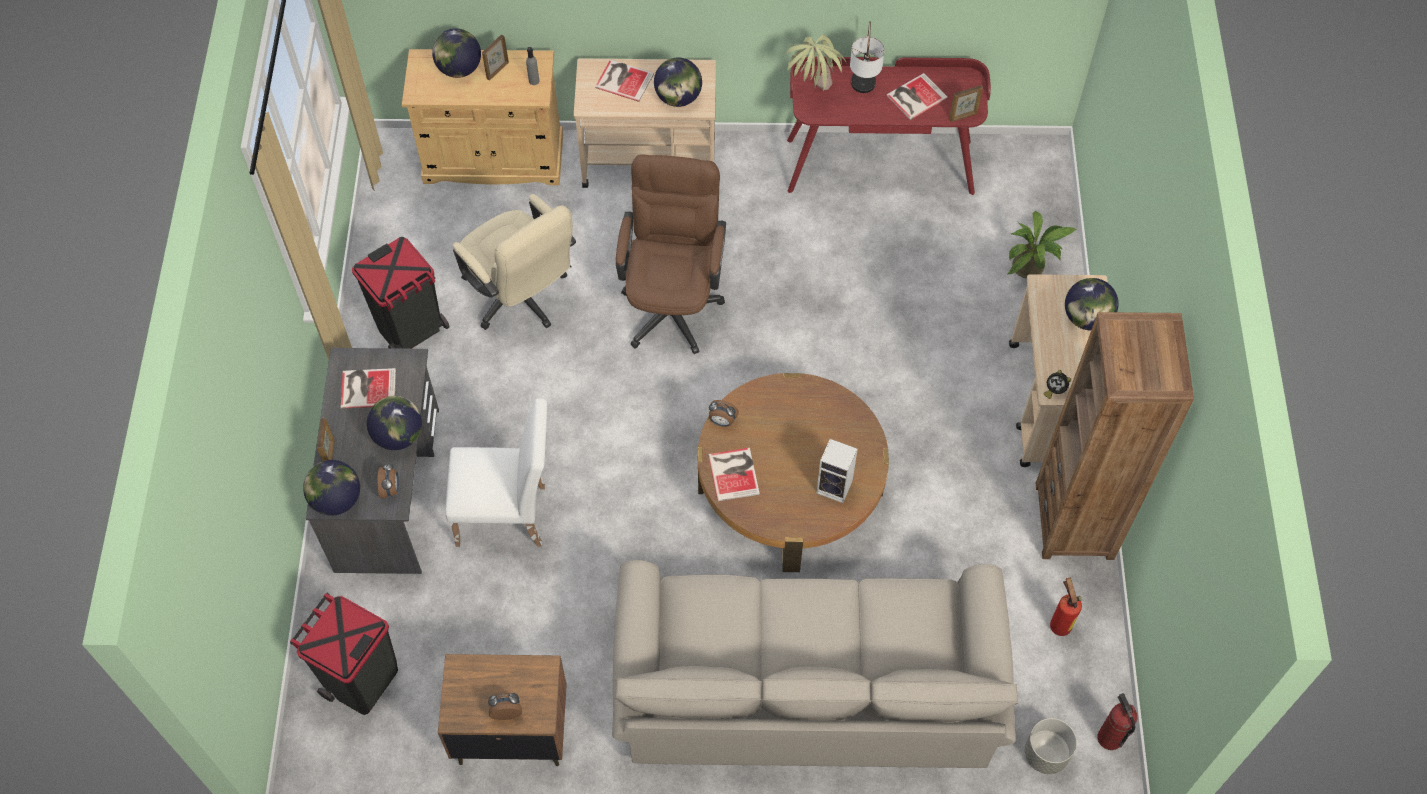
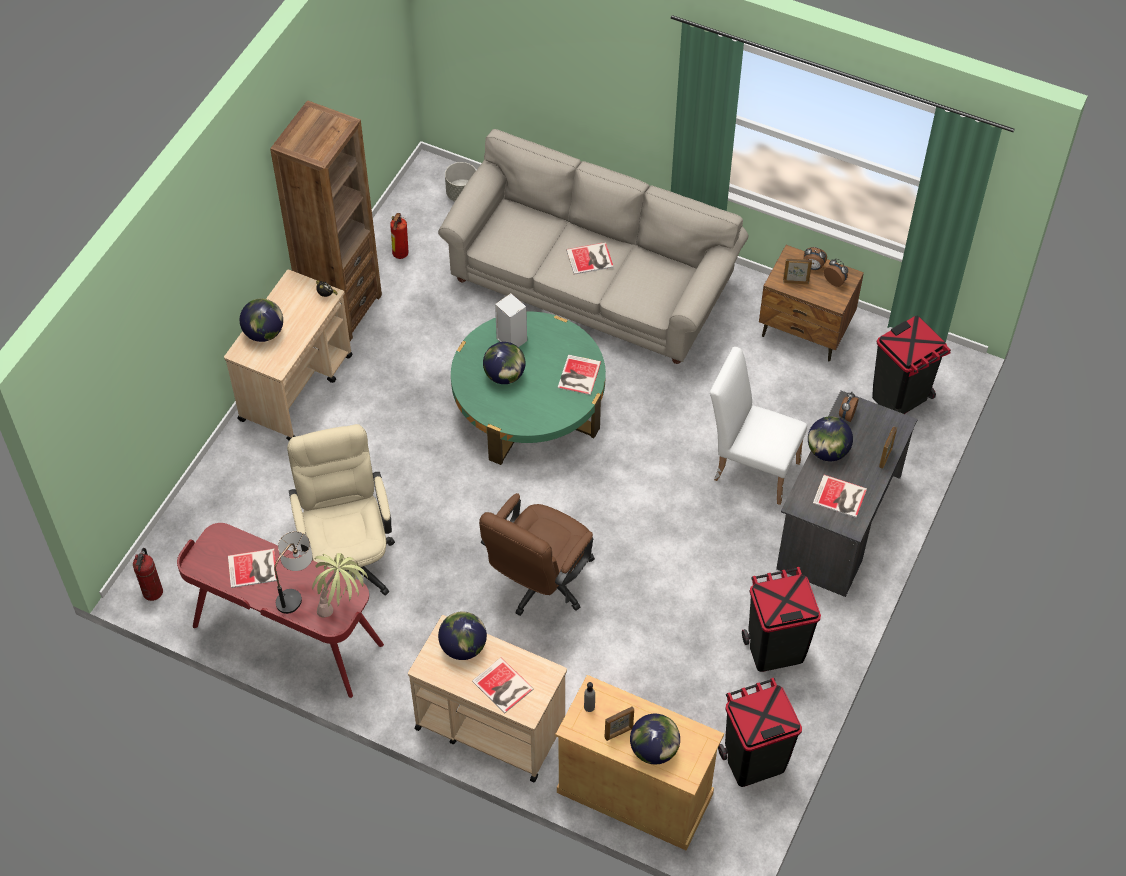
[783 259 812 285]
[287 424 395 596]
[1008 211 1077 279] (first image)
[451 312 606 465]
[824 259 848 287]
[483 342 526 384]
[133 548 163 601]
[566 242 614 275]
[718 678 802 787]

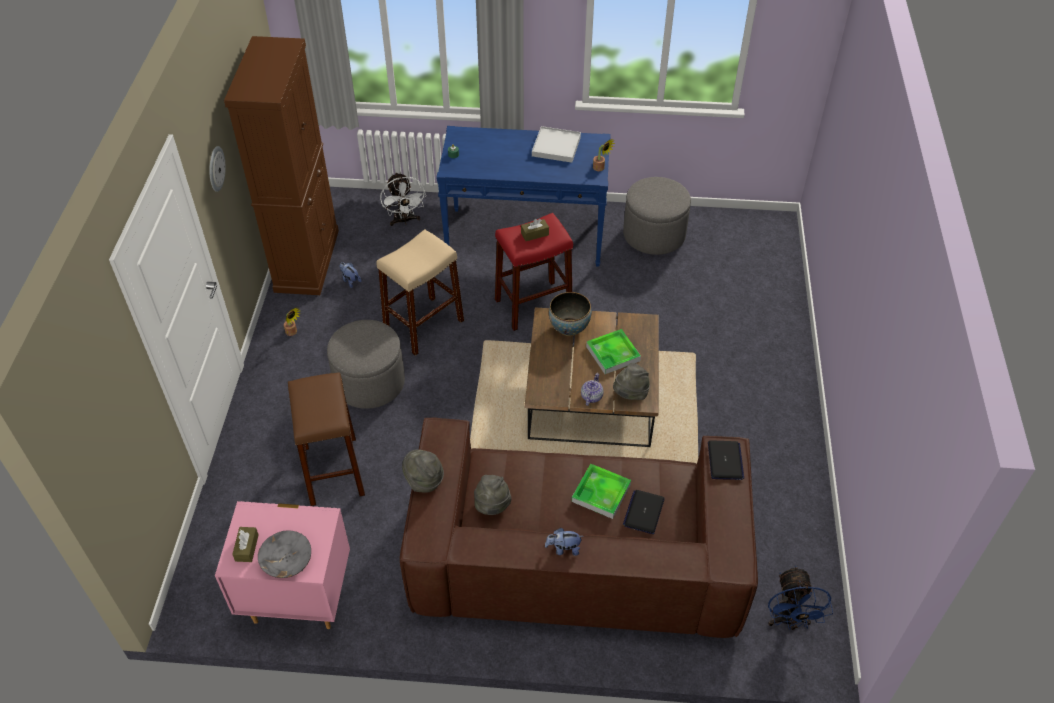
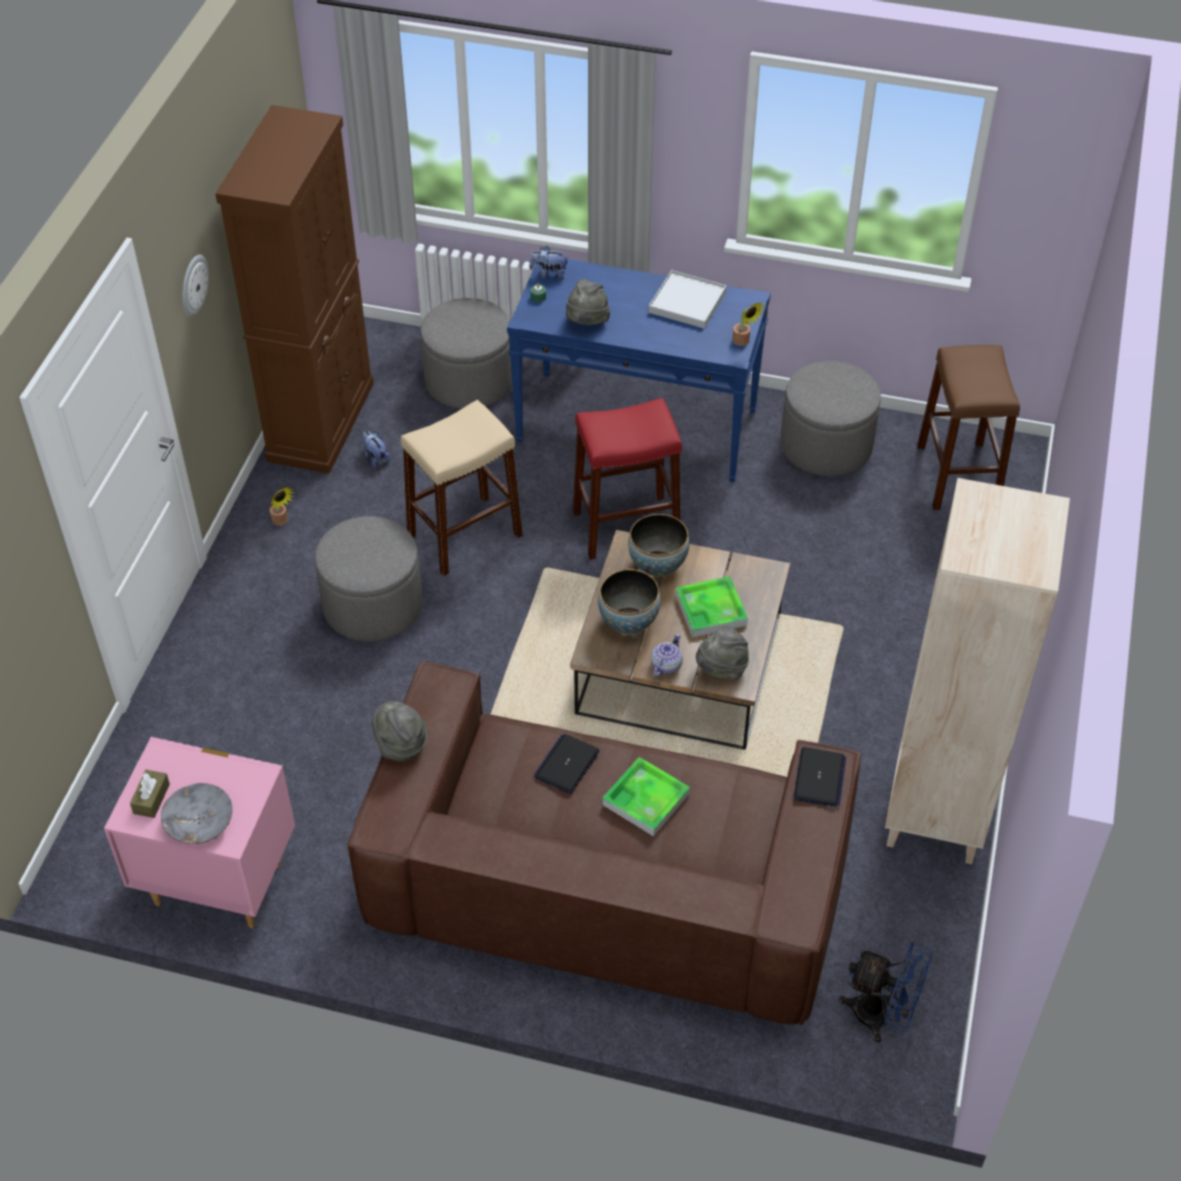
[420 298 513 409]
[521 219 549 241] (first image)
[917 345 1020 510]
[566 279 610 325]
[533 734 600 794]
[529 246 569 280]
[839 942 932 1043]
[885 478 1070 864]
[598 569 661 635]

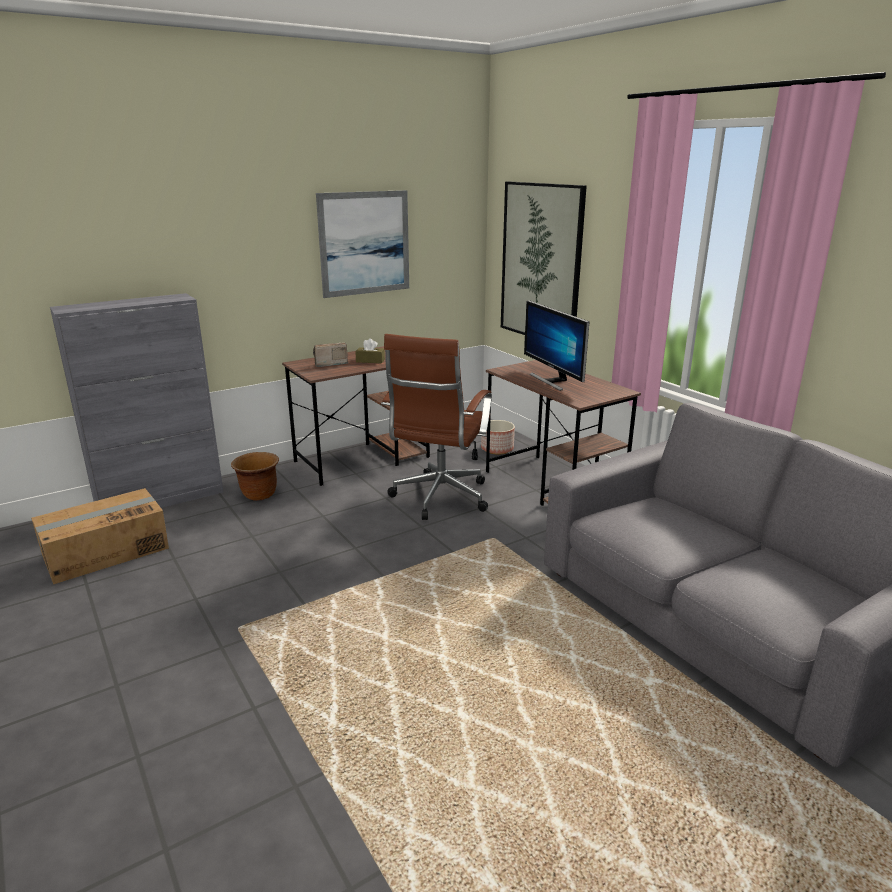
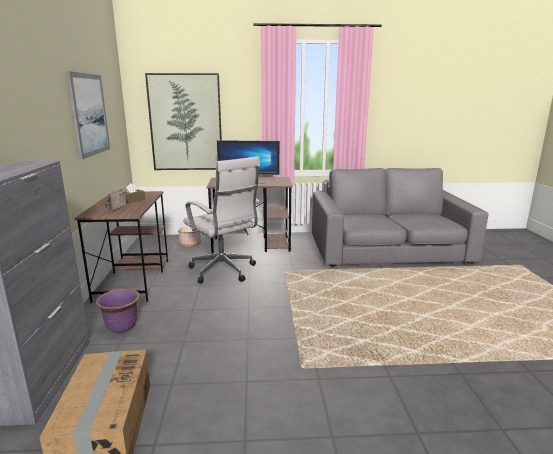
[183 156 260 283]
[96 289 140 333]

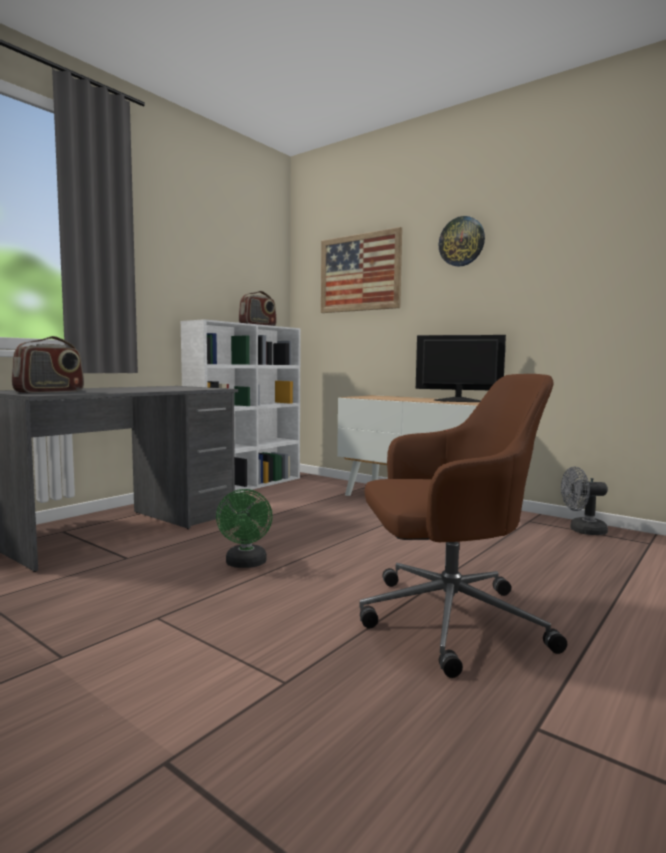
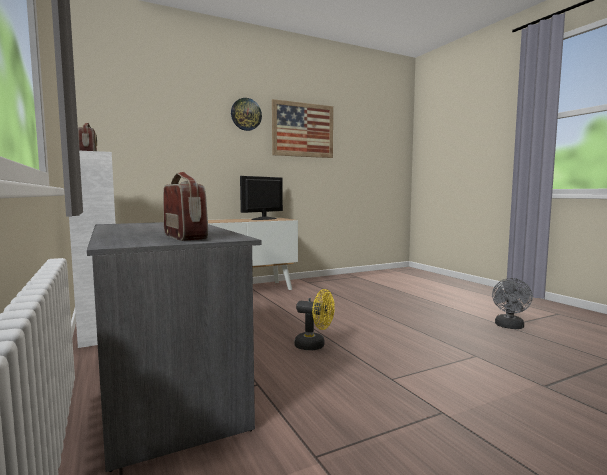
[272 99 333 158]
[359 374 567 678] (first image)
[492 278 533 329]
[294 289 335 350]

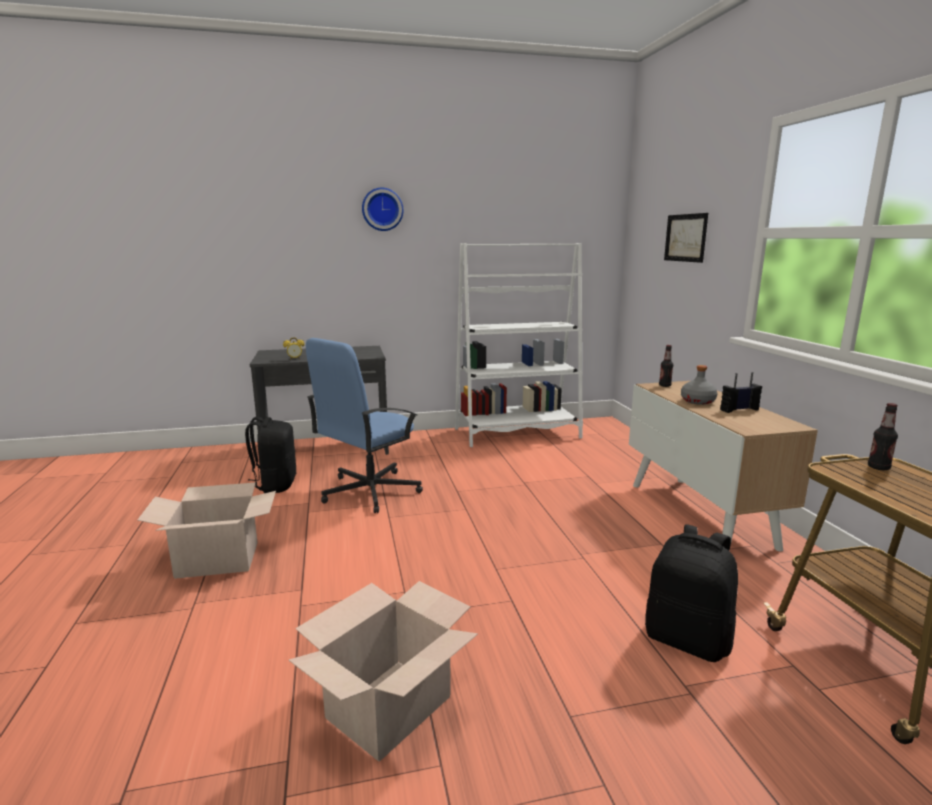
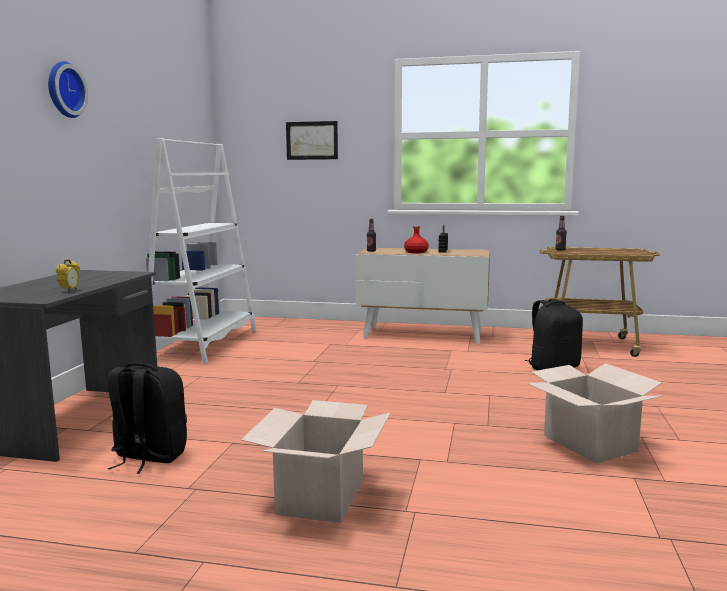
[306 338 423 513] (first image)
[404 226 429 253]

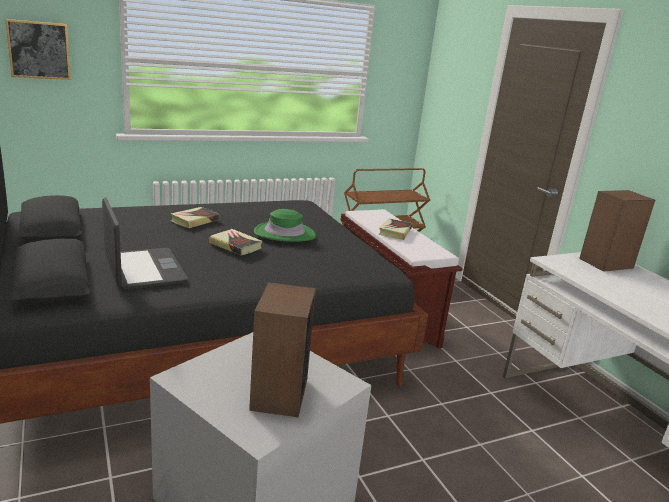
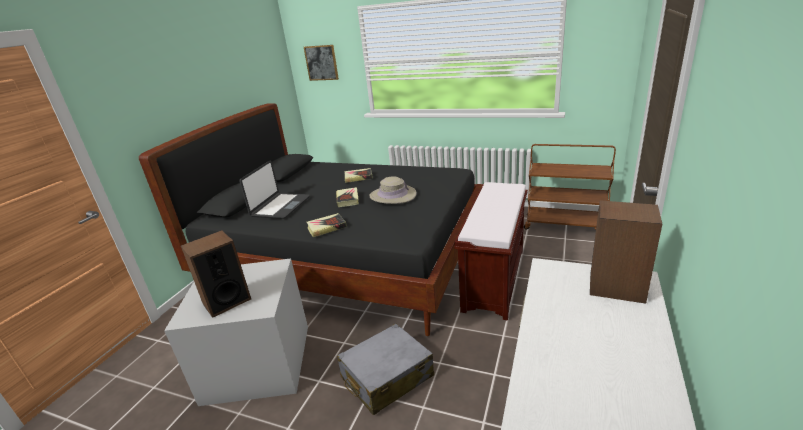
[369 177 417 204]
[306 213 347 237]
[337 323 434 415]

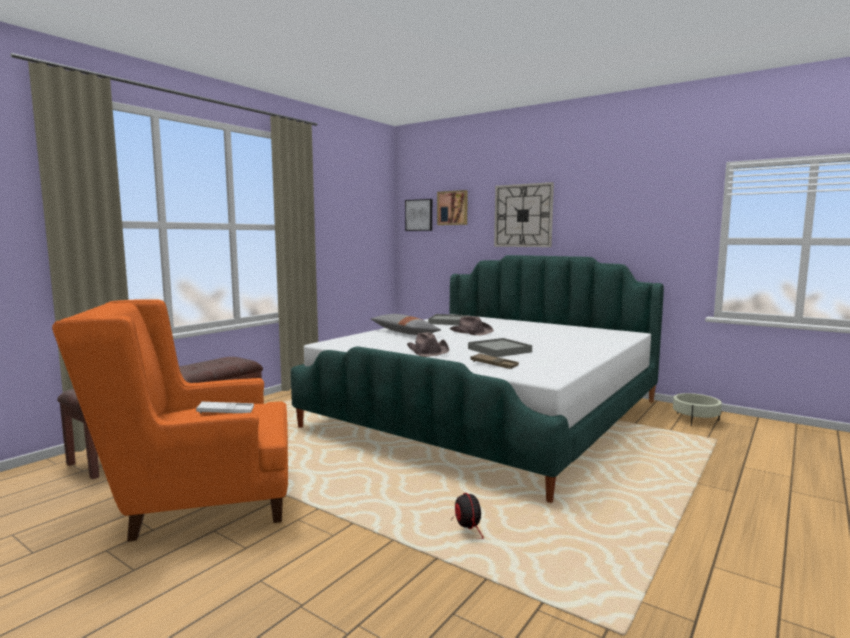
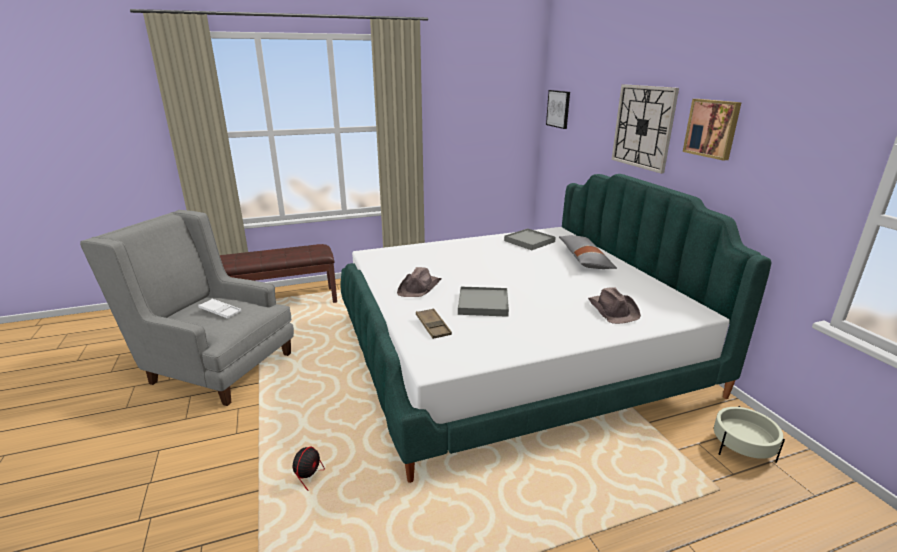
[683 99 742 161]
[80 210 294 406]
[559 235 617 269]
[588 288 641 324]

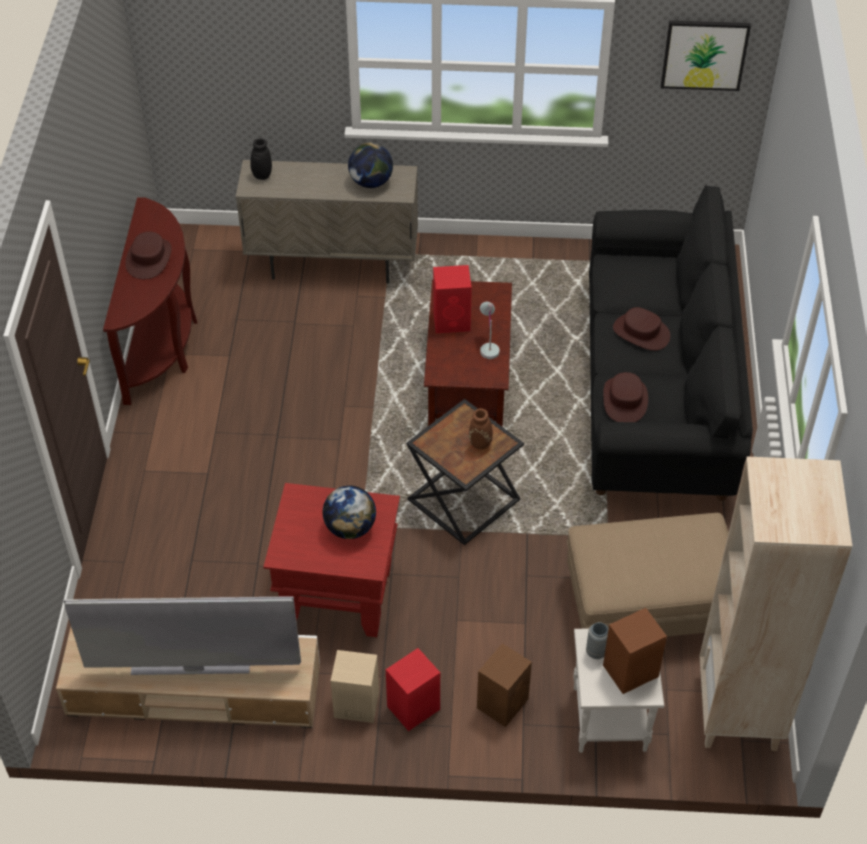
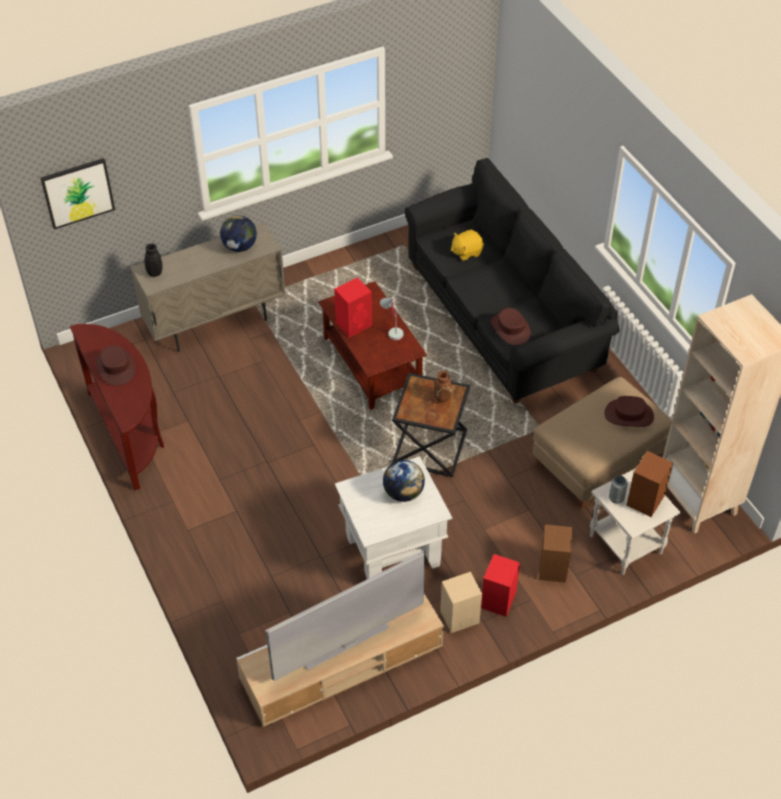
[40 158 115 229]
[604 396 654 427]
[335 456 452 579]
[451 230 484 261]

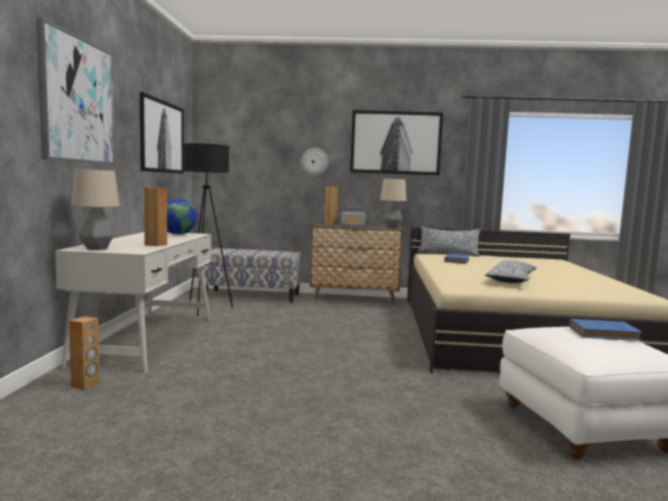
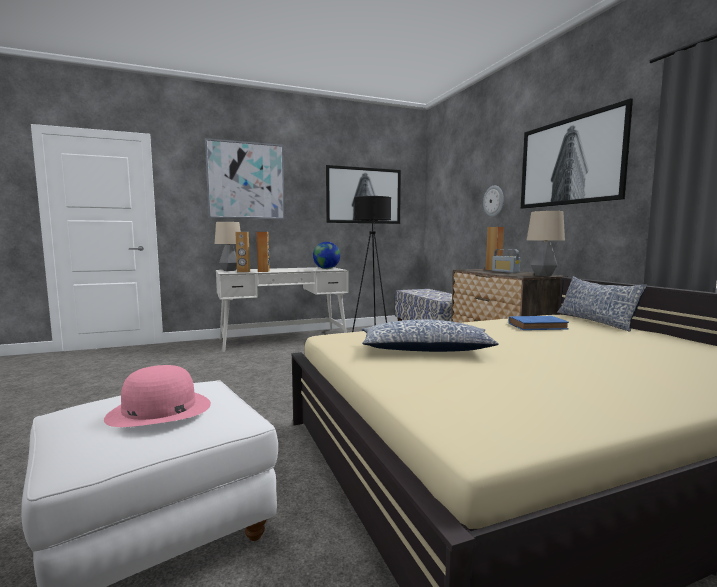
[235 232 250 272]
[104 365 211 427]

